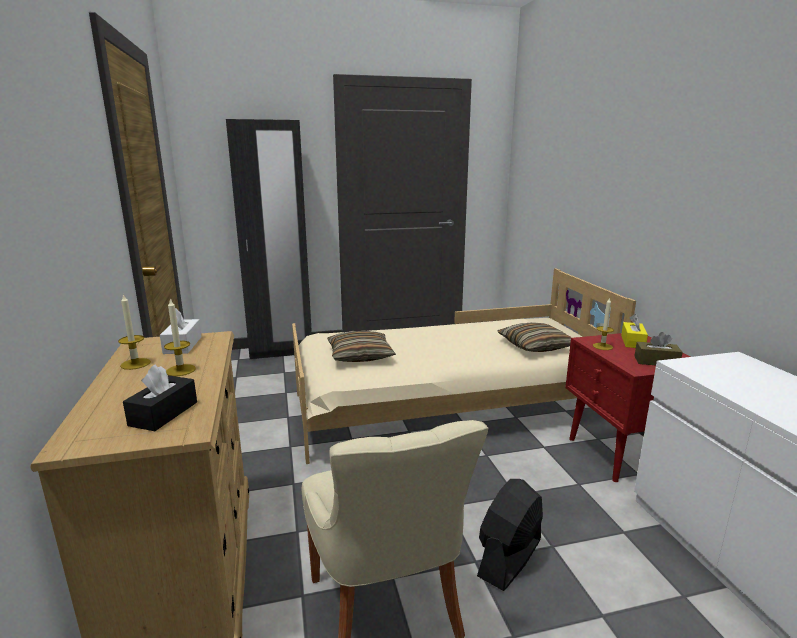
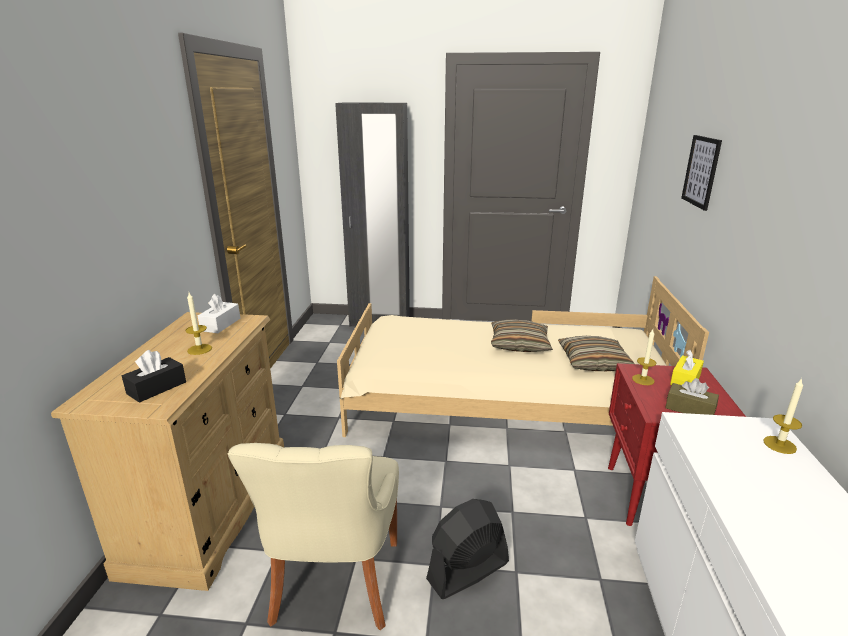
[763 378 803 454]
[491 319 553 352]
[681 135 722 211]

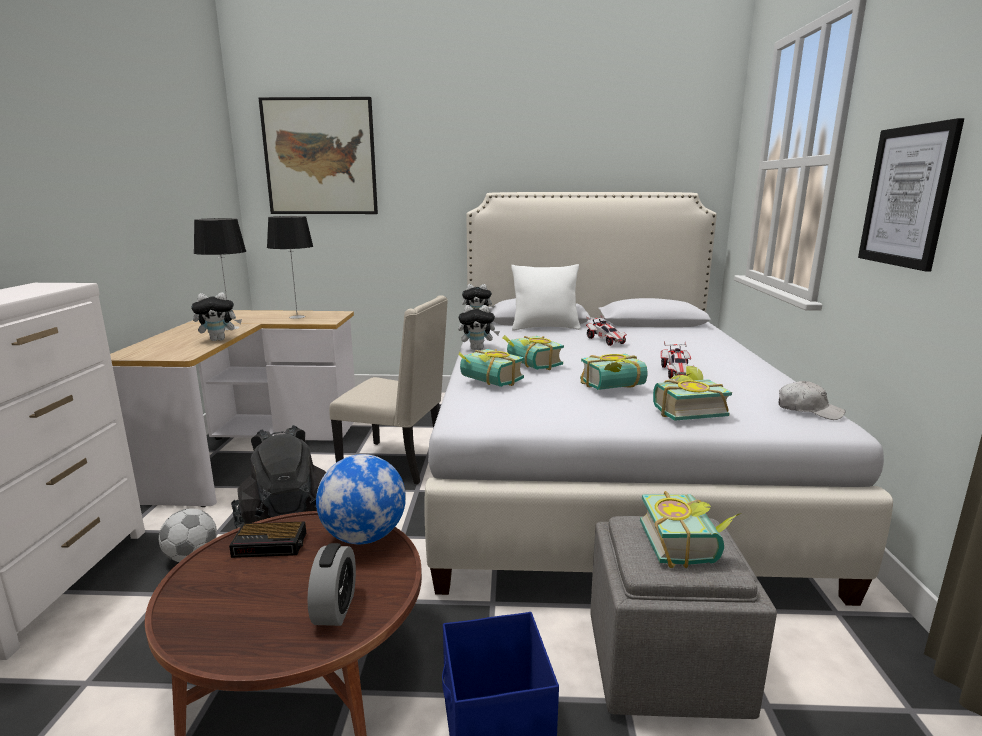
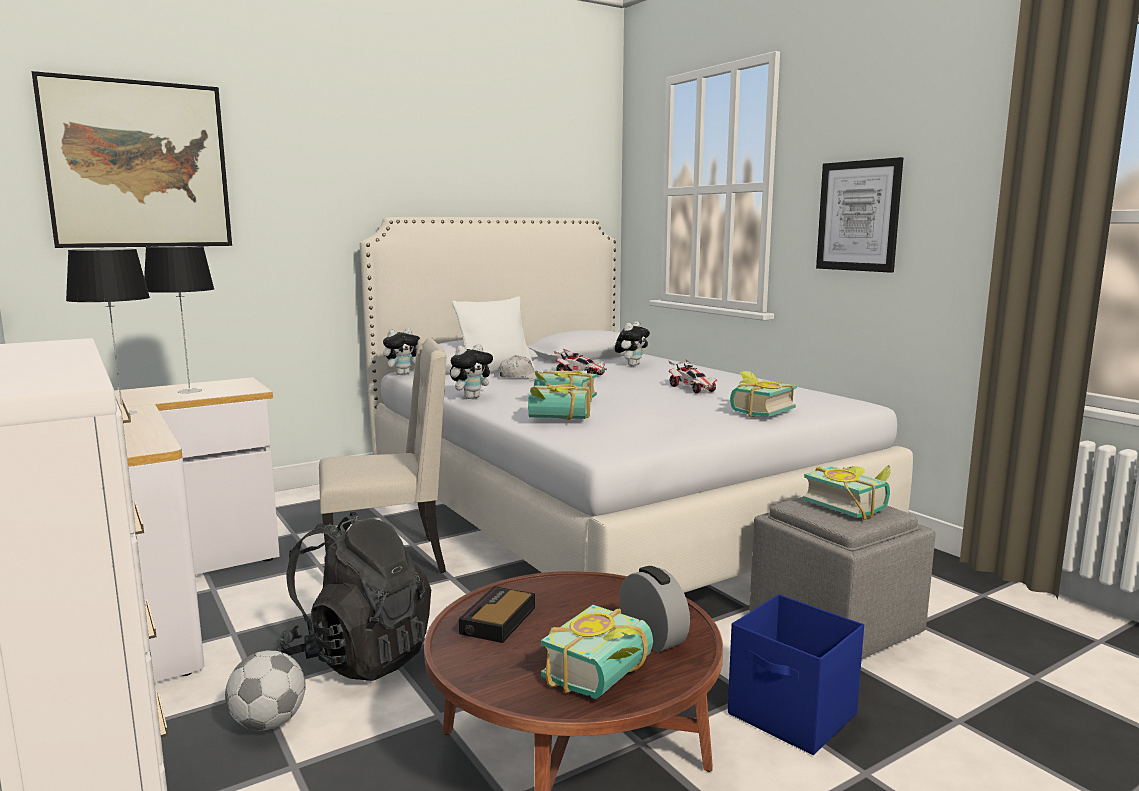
[615 321 650 366]
[541 605 653 699]
[499 355 543 379]
[316 454 406 544] (first image)
[459 586 535 643]

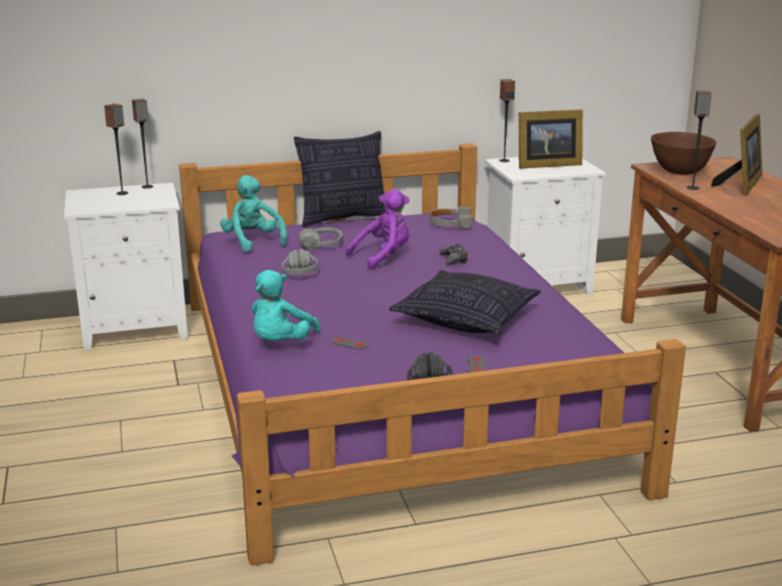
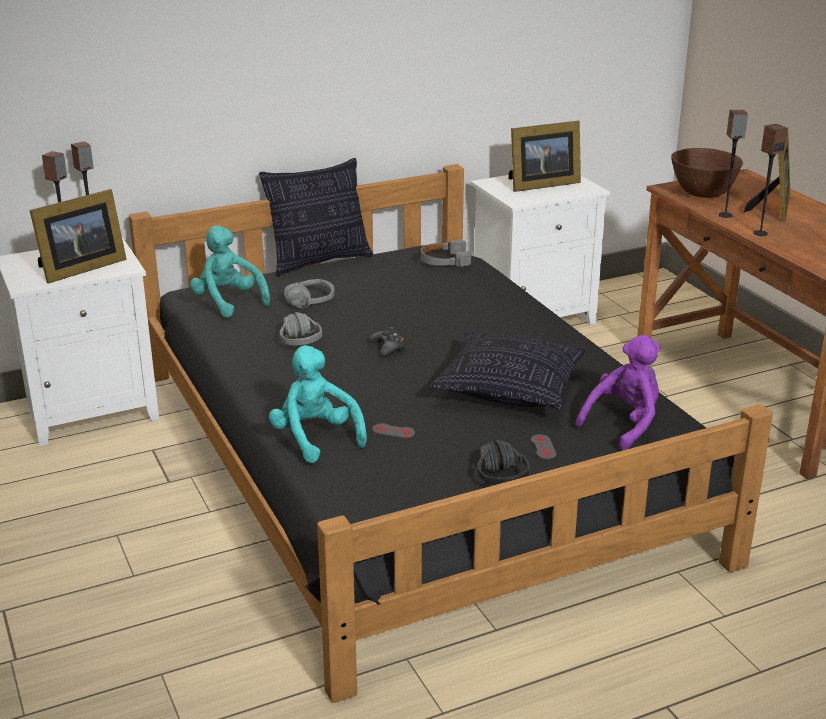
[753 124 787 236]
[129 164 773 703]
[575 335 661 450]
[370 327 406 356]
[269 345 367 463]
[30 189 127 283]

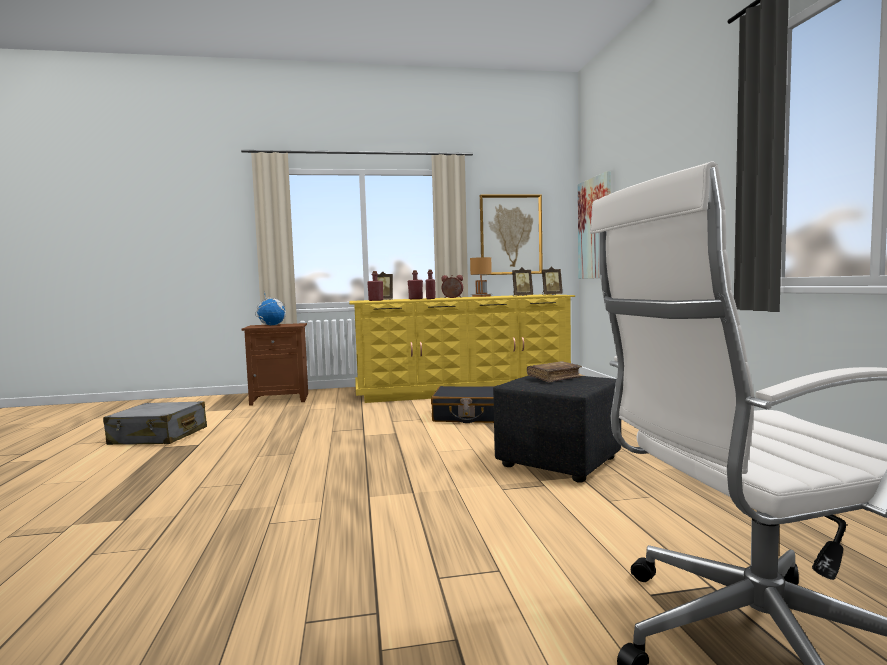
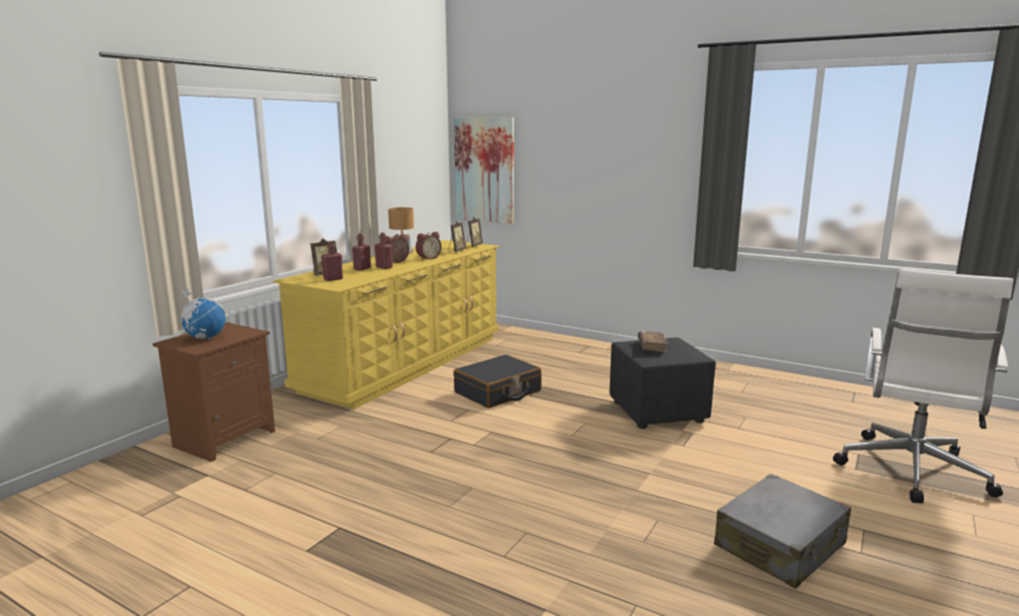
[480 195 543 275] (first image)
[714 474 851 589]
[416 232 442 260]

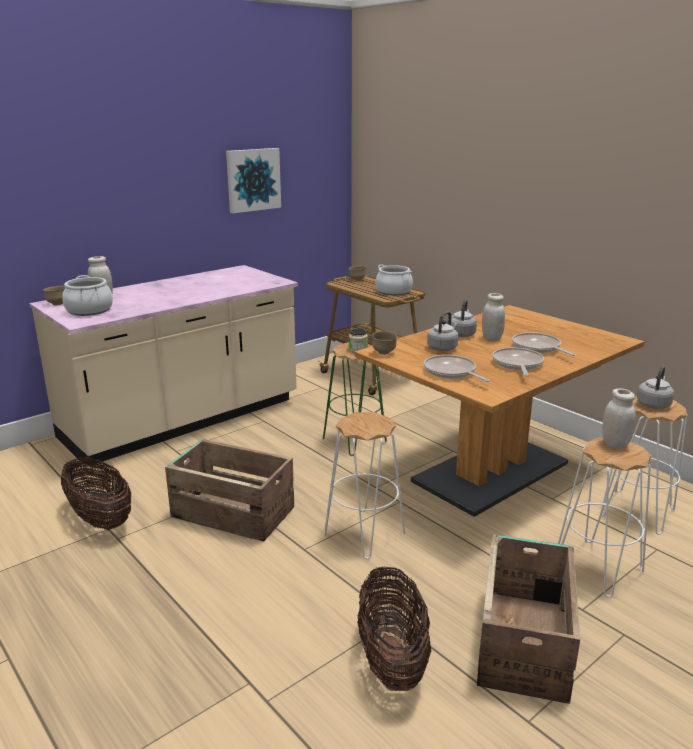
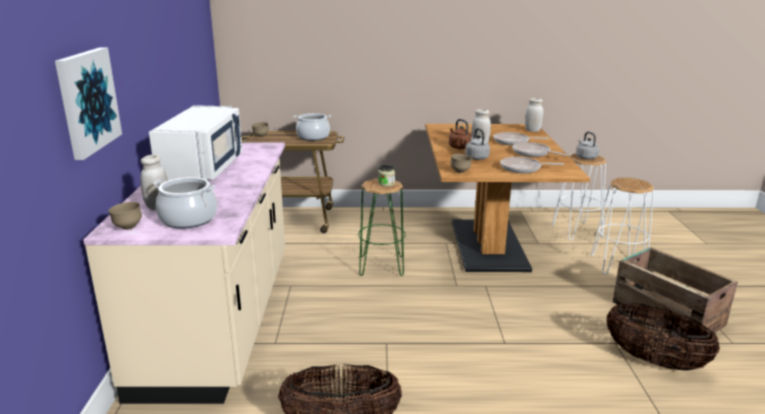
[55 47 122 160]
[449 119 472 149]
[525 98 544 132]
[324 412 405 559] (first image)
[165 439 294 541] (first image)
[149 105 242 181]

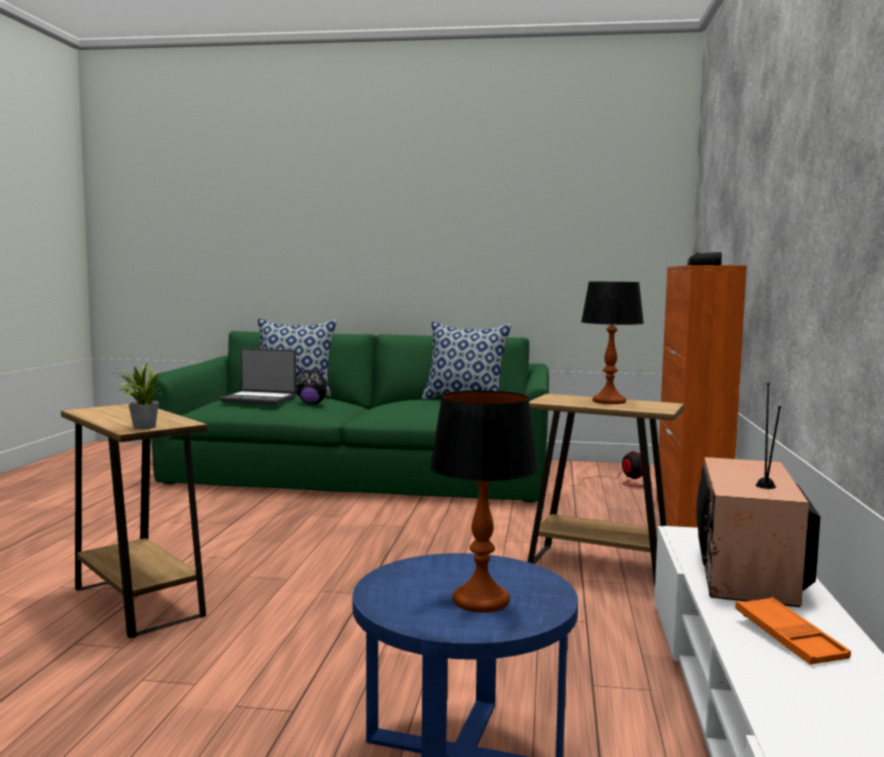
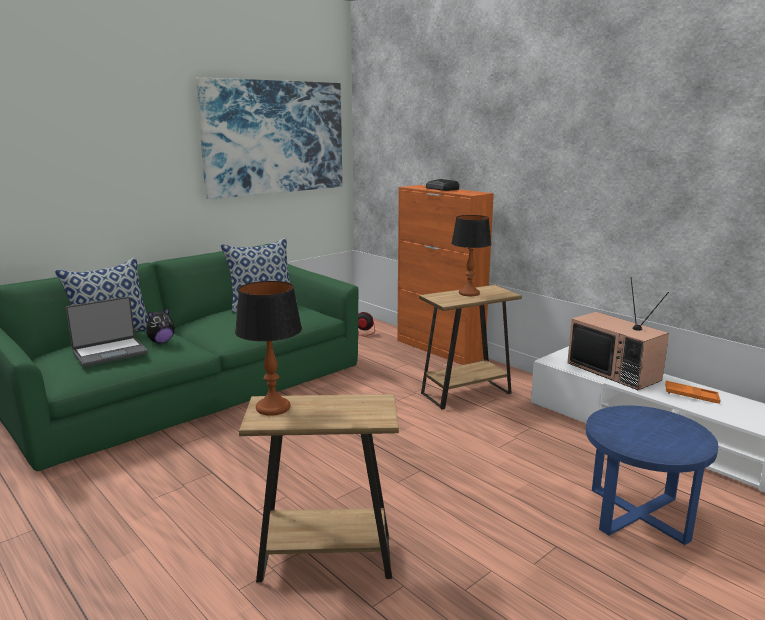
[117 364 164 429] (first image)
[235 281 302 416]
[196 77 342 199]

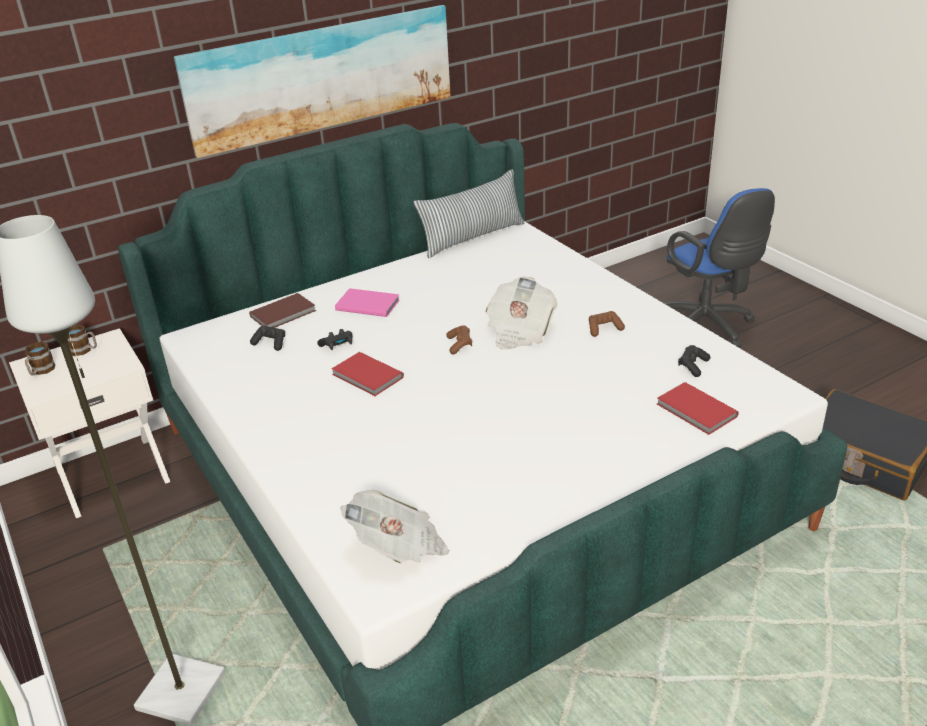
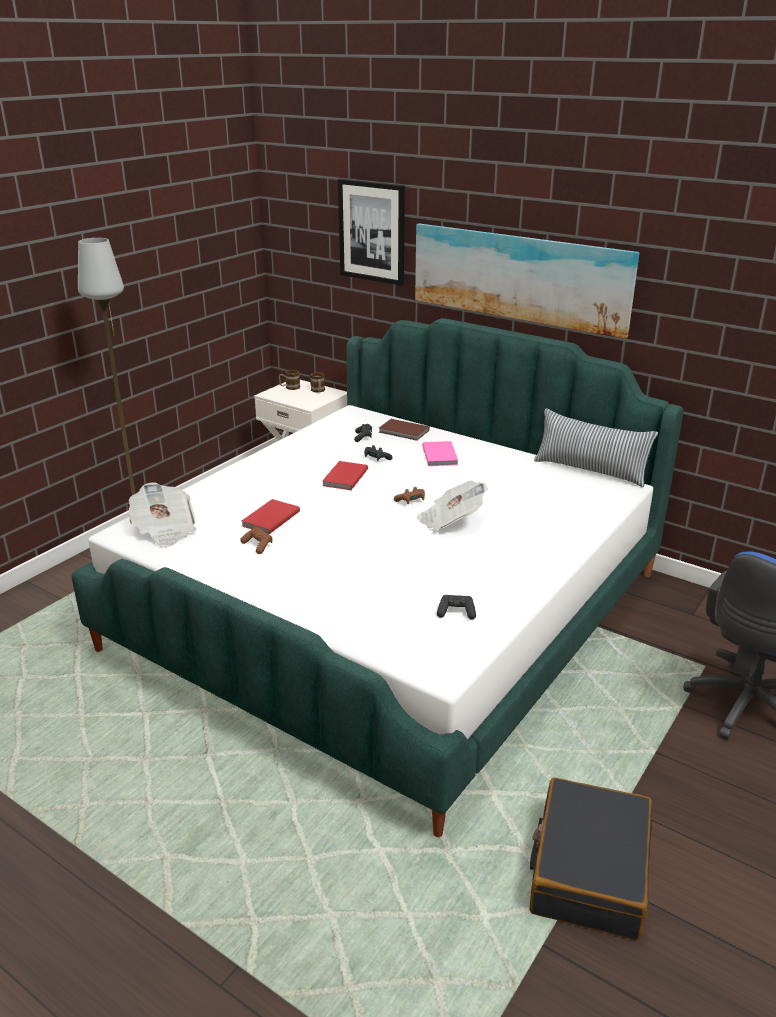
[240 528 273 554]
[242 499 300 534]
[338 179 405 286]

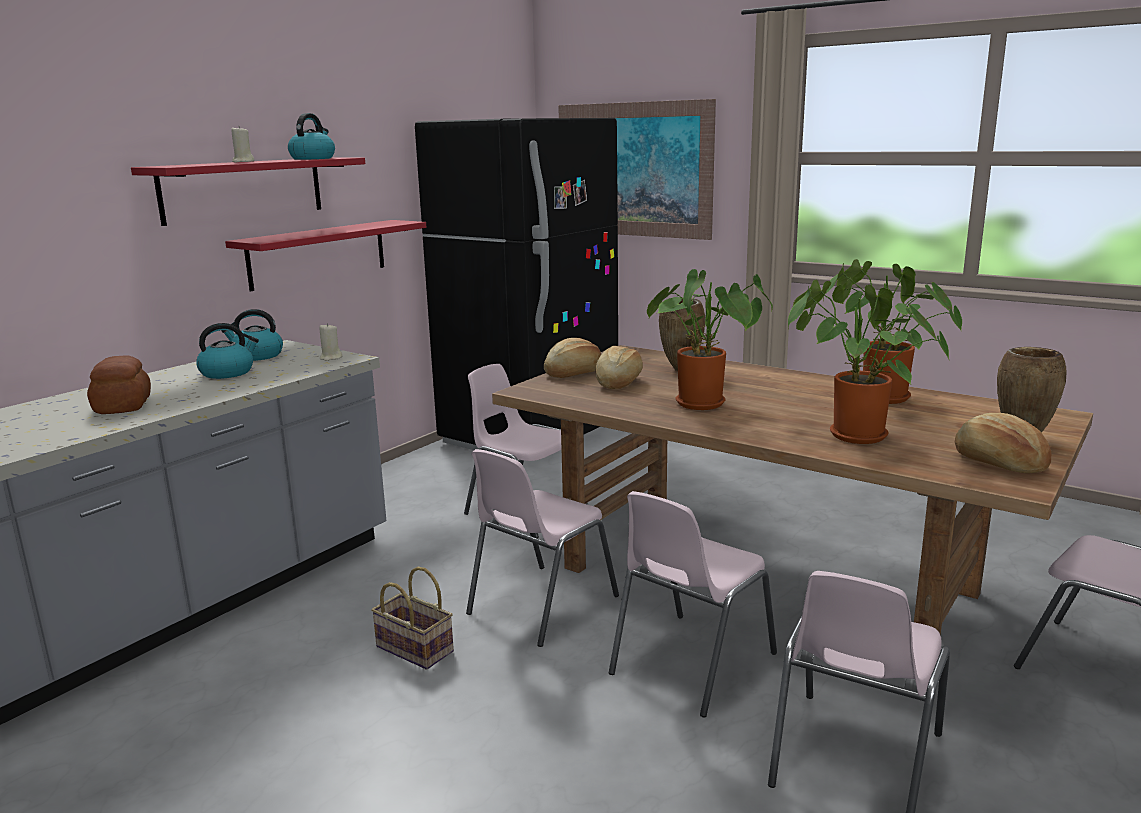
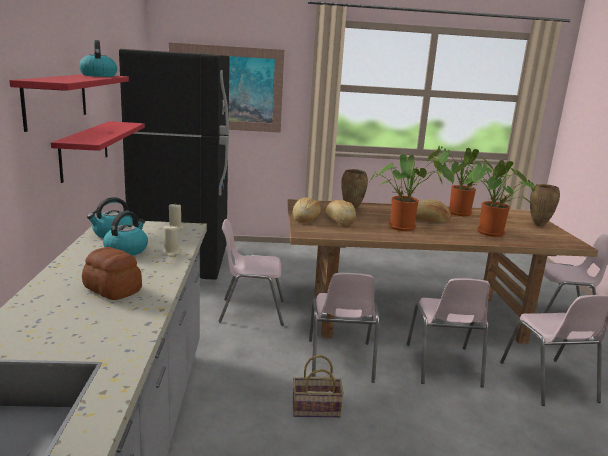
[162 224 181 257]
[415 199 451 223]

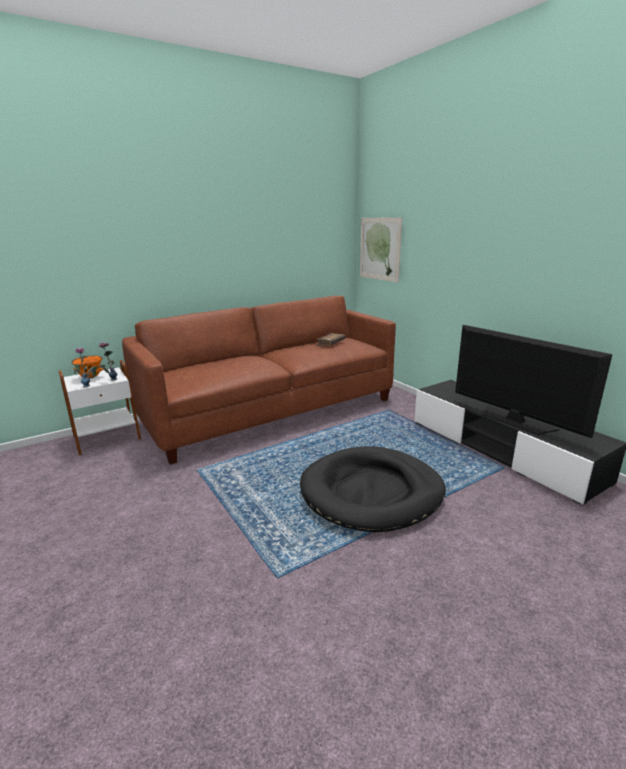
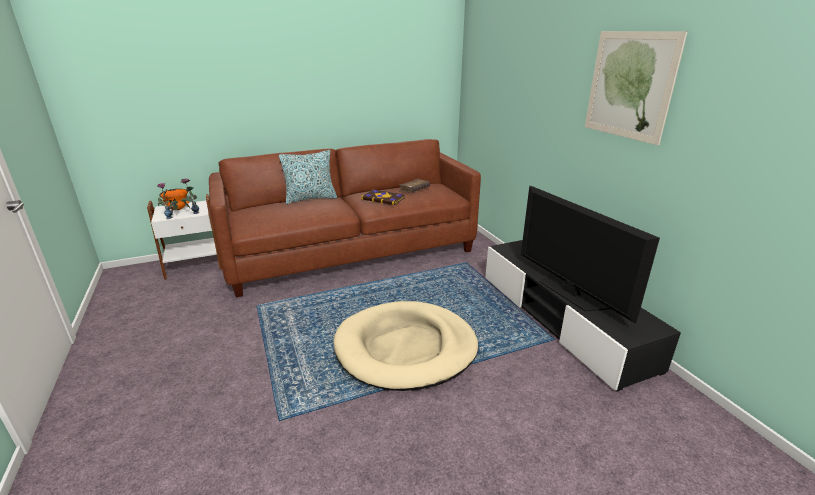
[585 31 687 145]
[333 301 478 391]
[279 150 337 204]
[361 189 405 205]

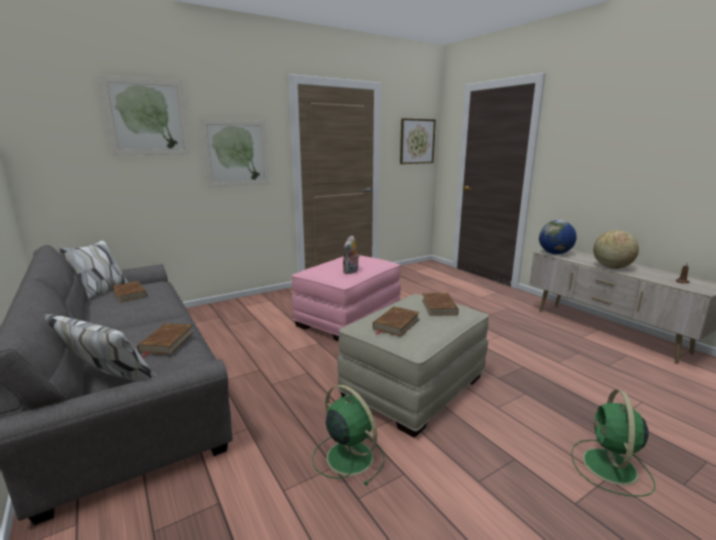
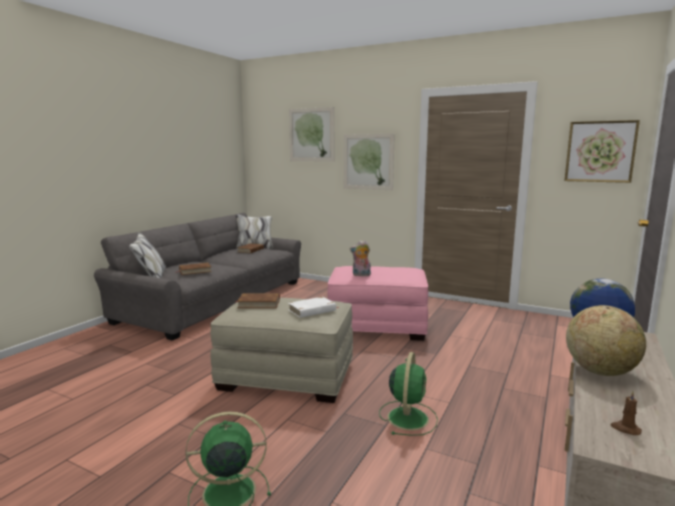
[288 297 338 318]
[379 352 438 436]

